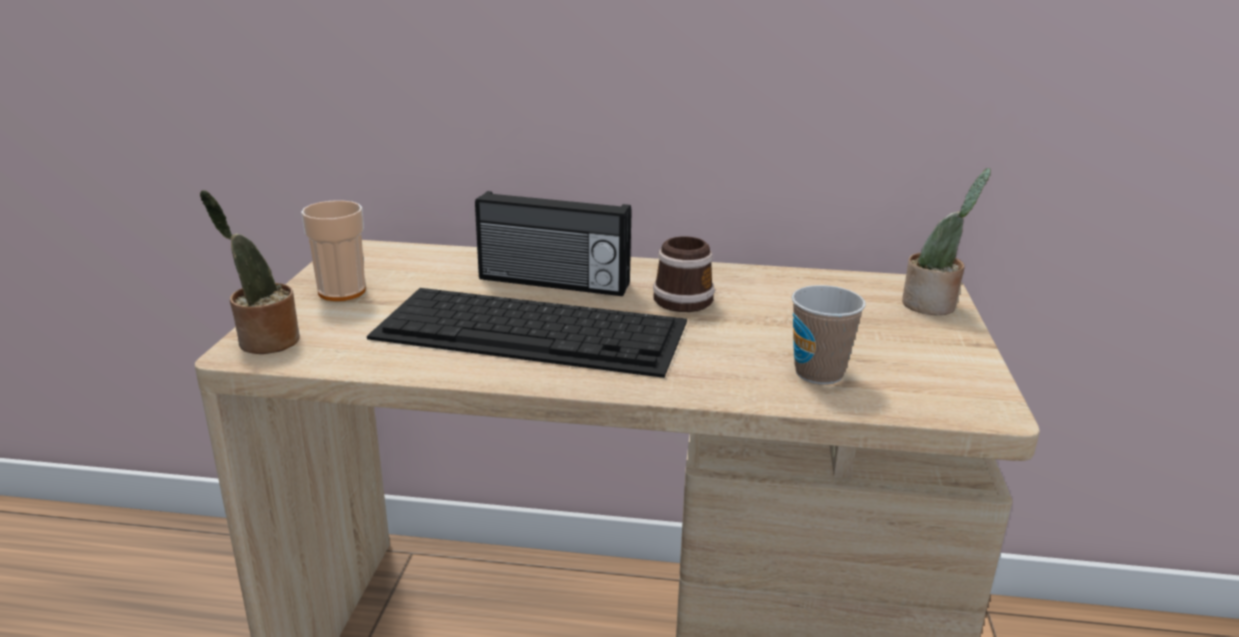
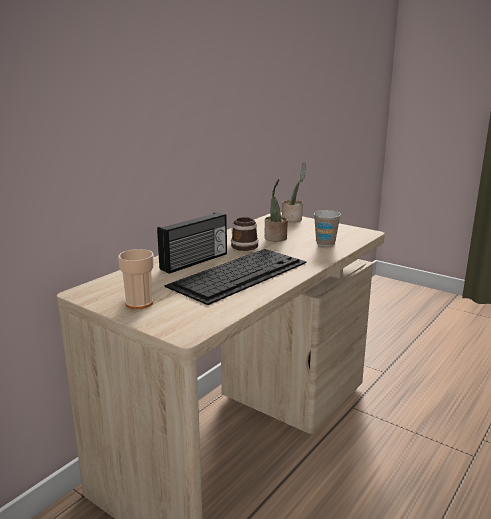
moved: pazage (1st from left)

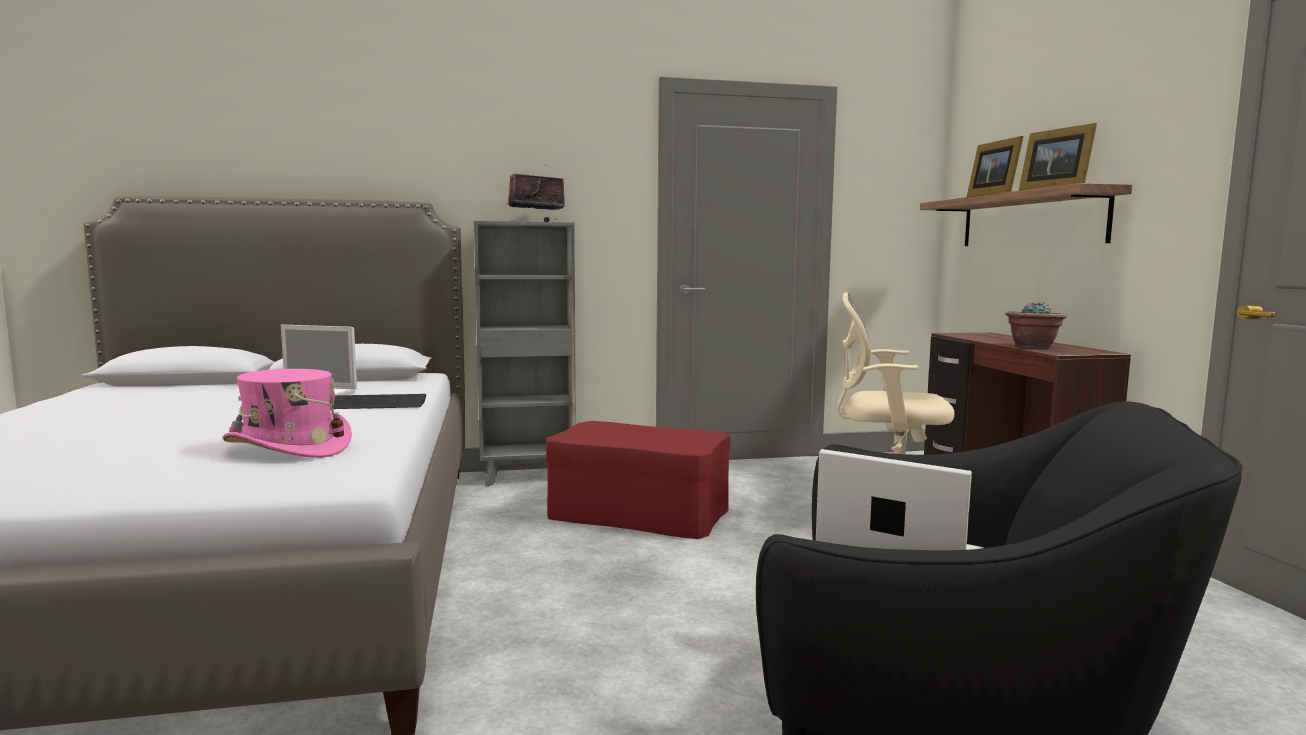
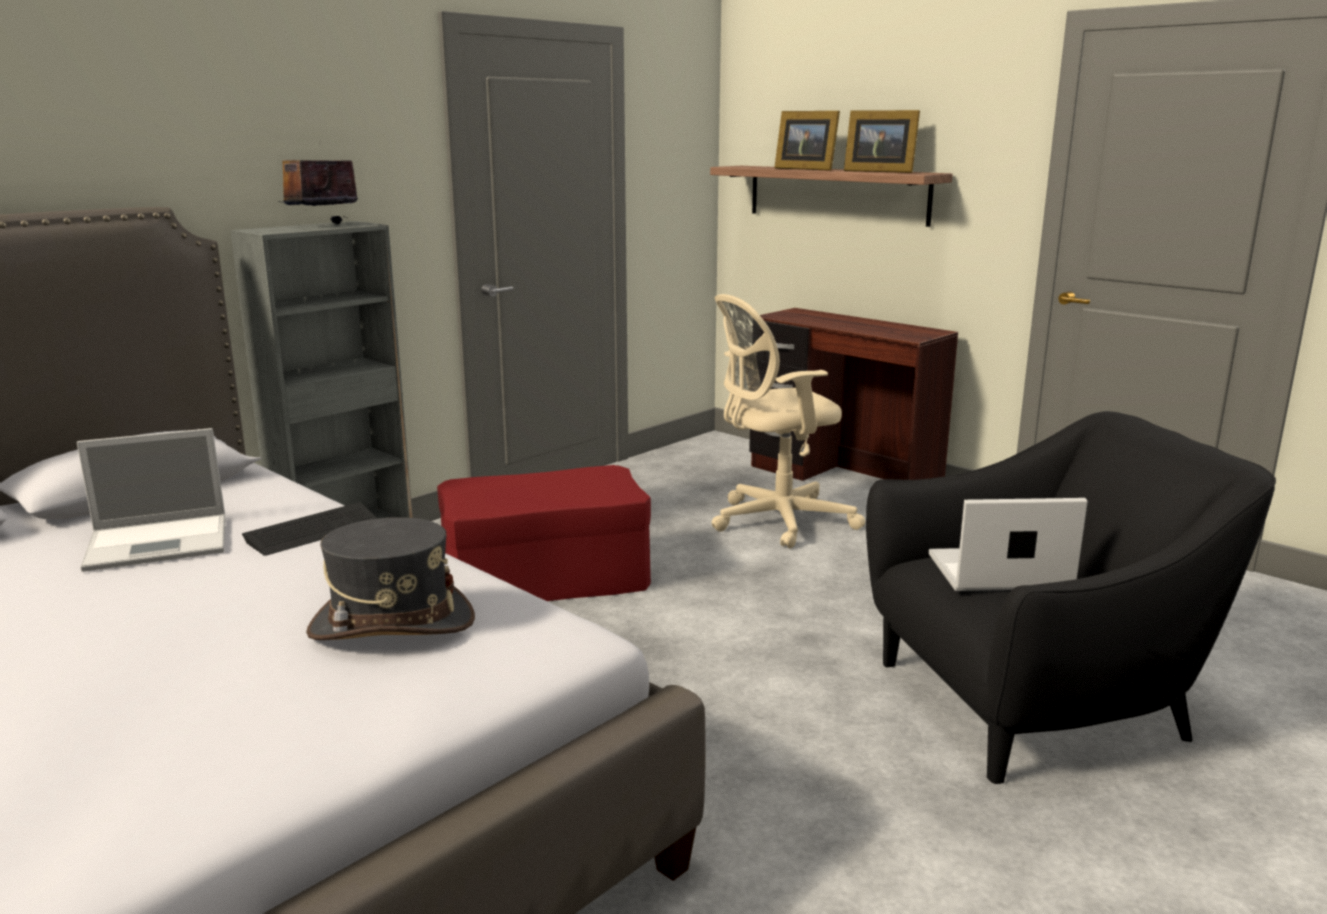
removed: pazage
recoloured: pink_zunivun to grey_zunivun

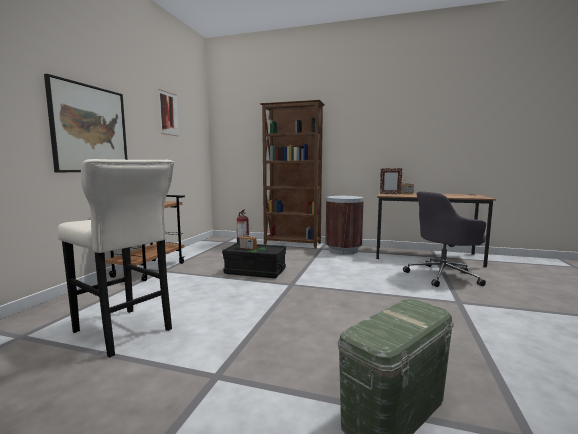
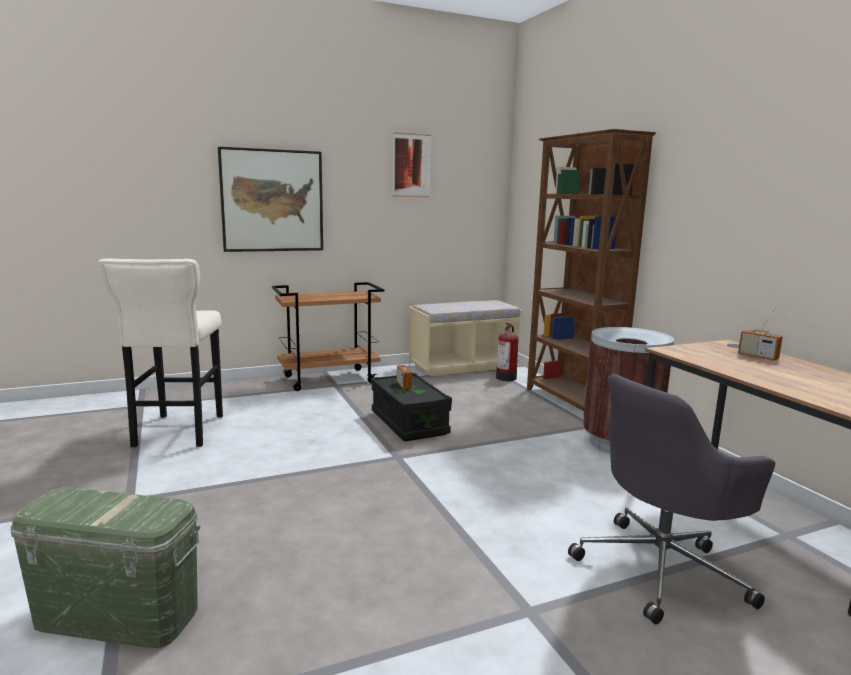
removed: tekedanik
added: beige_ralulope
turned: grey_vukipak 60 degrees counterclockwise

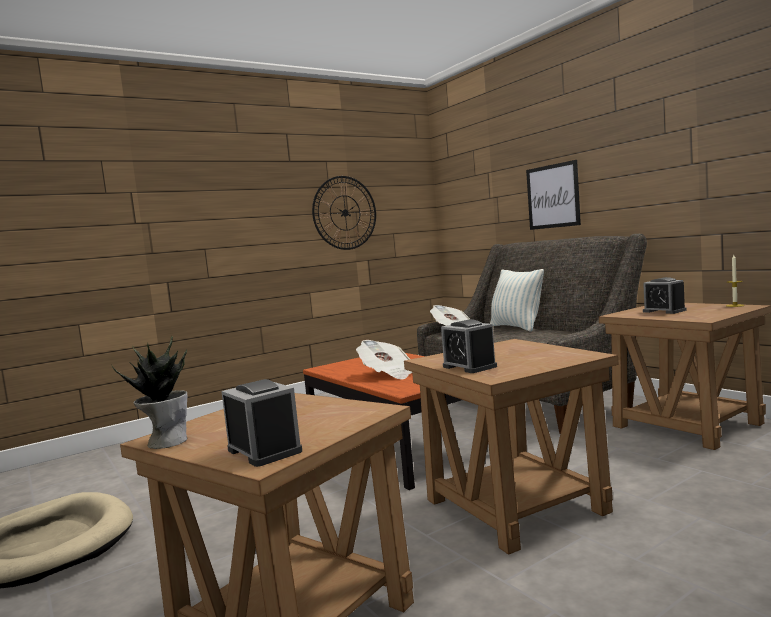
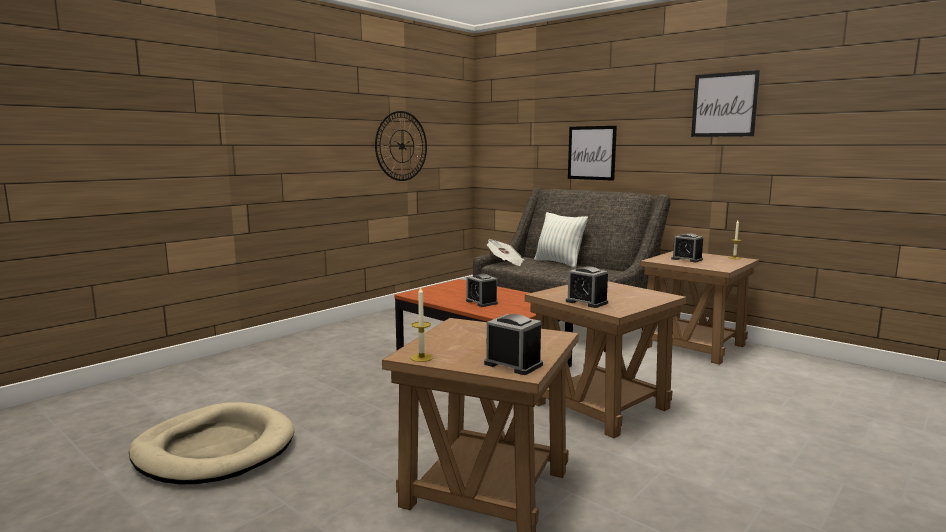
added: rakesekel (2nd from left)
replaced: pazage to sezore (1st from left); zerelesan (1st from left) to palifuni (1st from left)

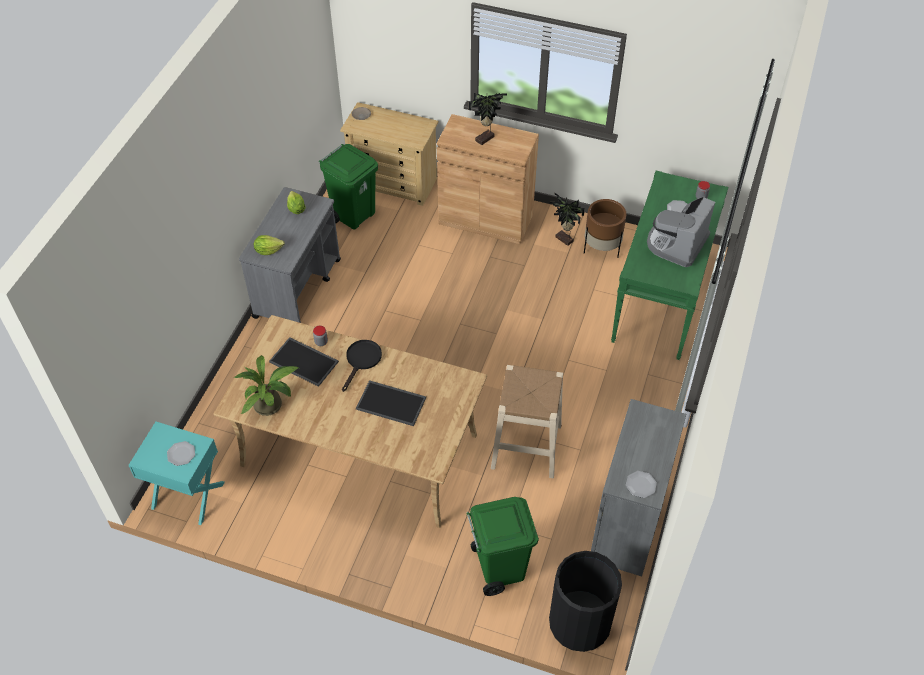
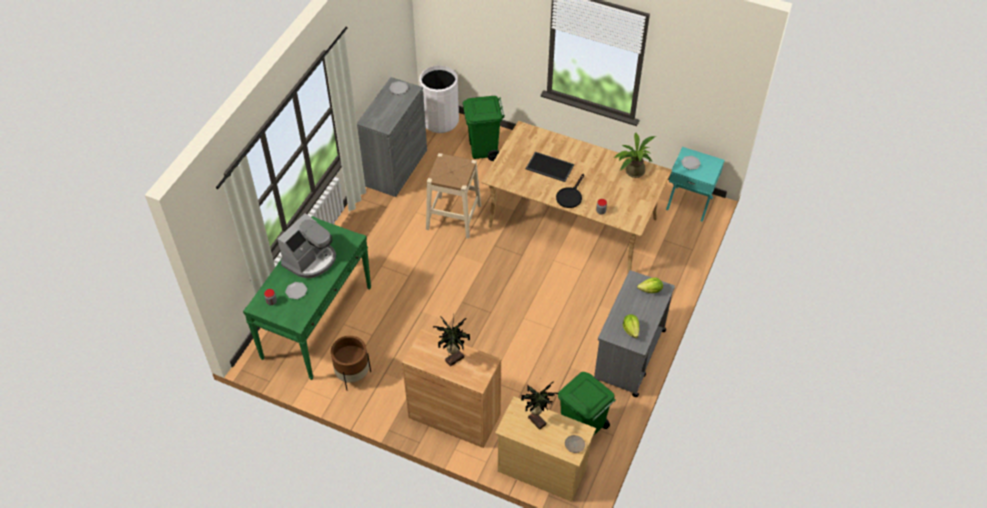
removed: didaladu (1st from left)
moved: pazage (3rd from left in the first image) to pazage (2nd from left)
recoloured: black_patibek to white_patibek

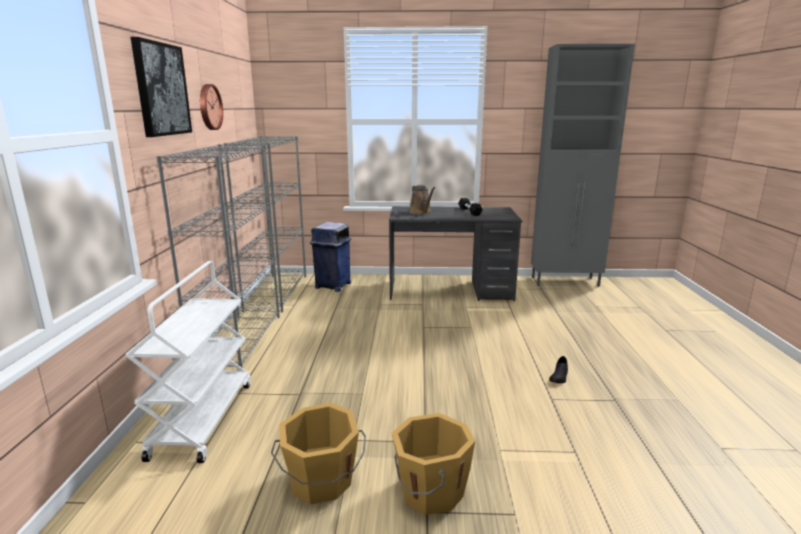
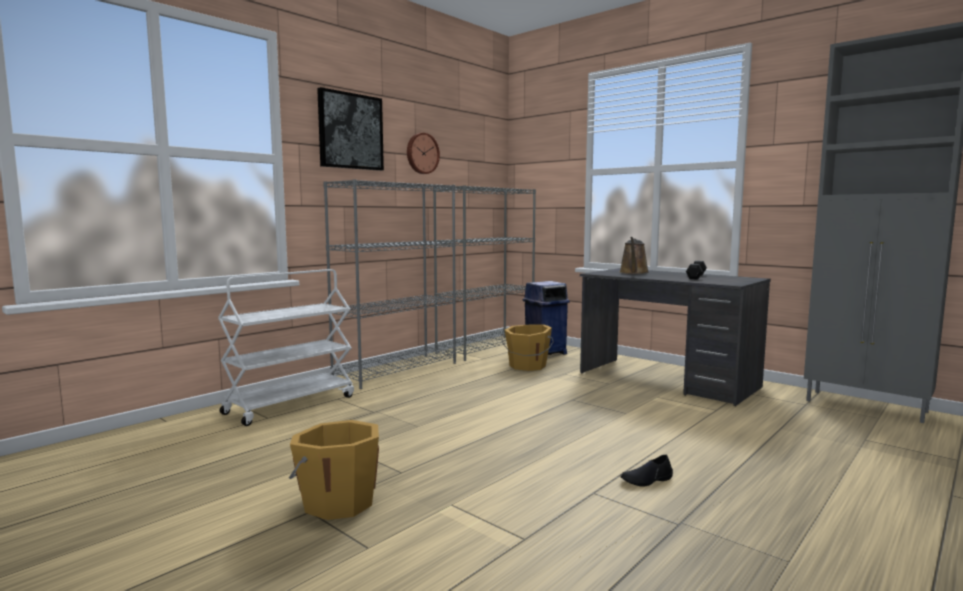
moved: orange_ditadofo (1st from left in the first image) to orange_ditadofo (2nd from left)

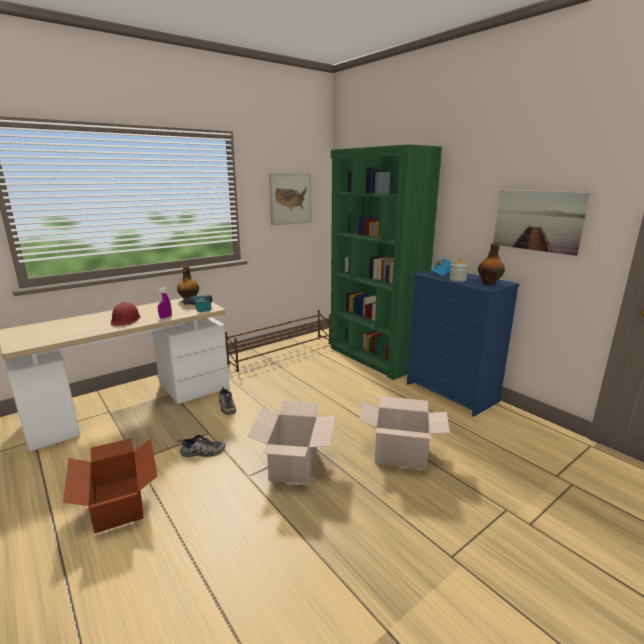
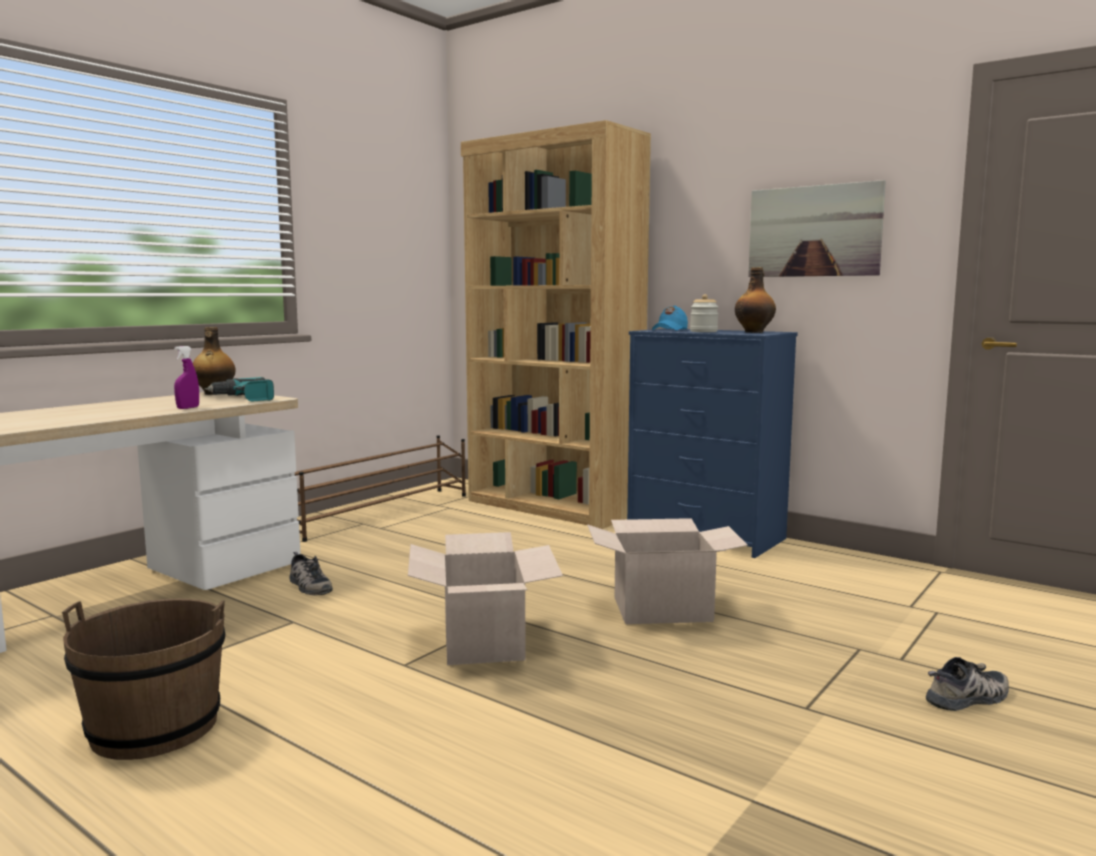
removed: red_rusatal; rakesekel (1st from left)
moved: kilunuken (1st from left in the first image) to kilunuken (2nd from left)
replaced: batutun (1st from left) to brown_ditadofo
recoloured: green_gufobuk to brown_gufobuk

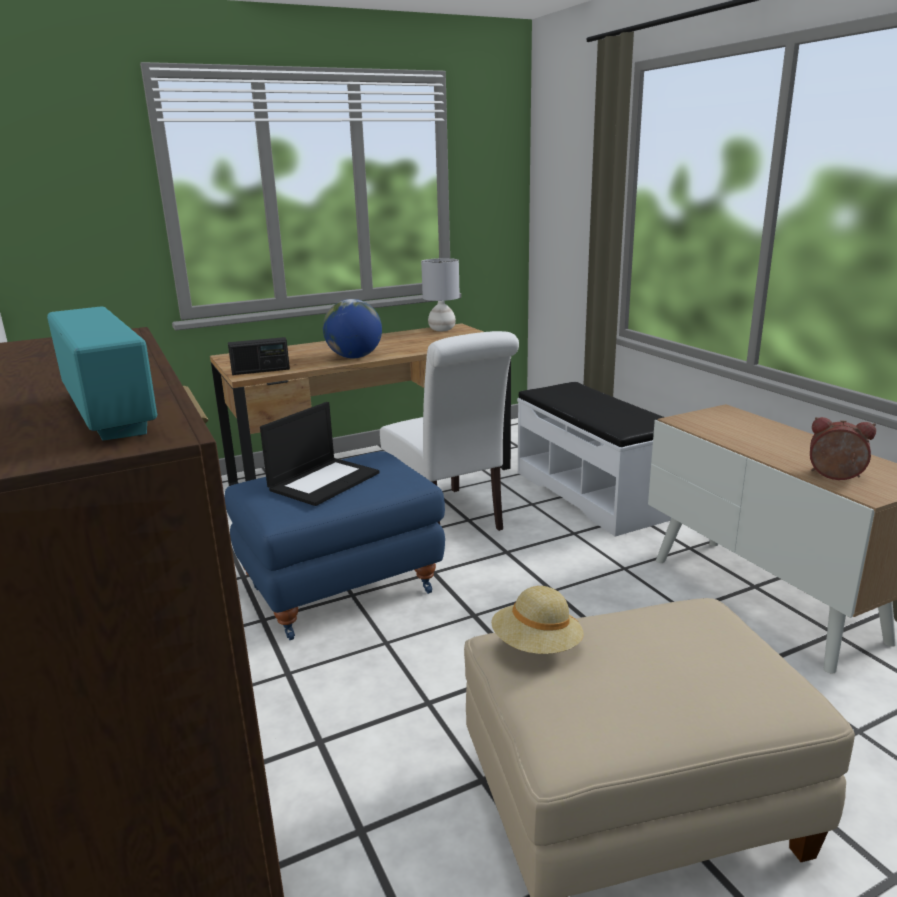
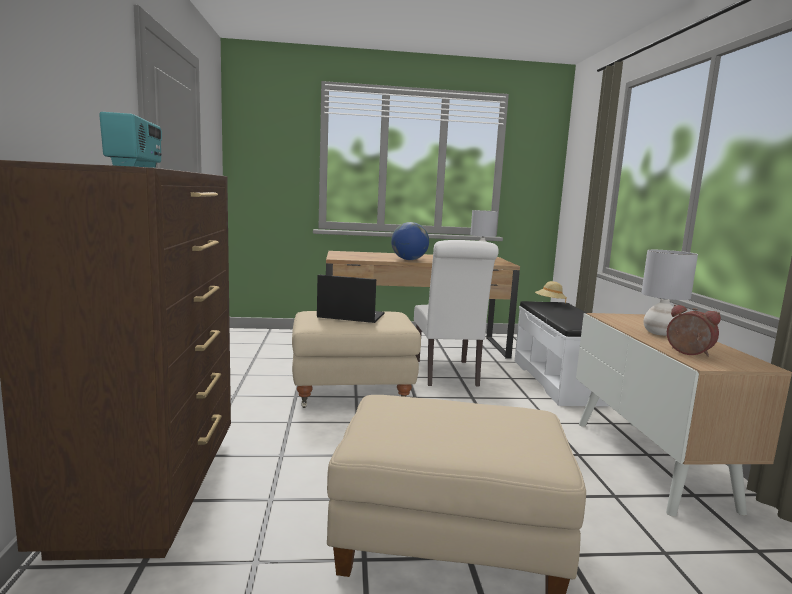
removed: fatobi (2nd from left)
added: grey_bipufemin (2nd from left)
moved: beige_zunivun
recoloured: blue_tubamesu to beige_tubamesu (1st from left)
turned: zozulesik 135 degrees counterclockwise

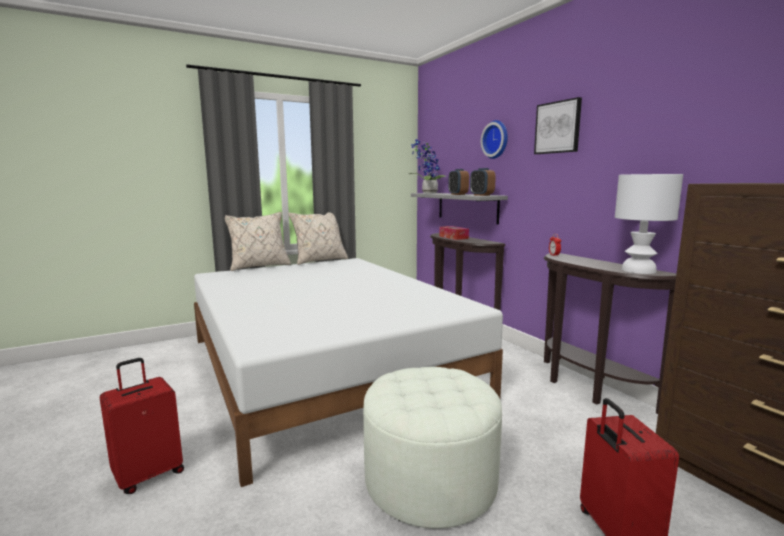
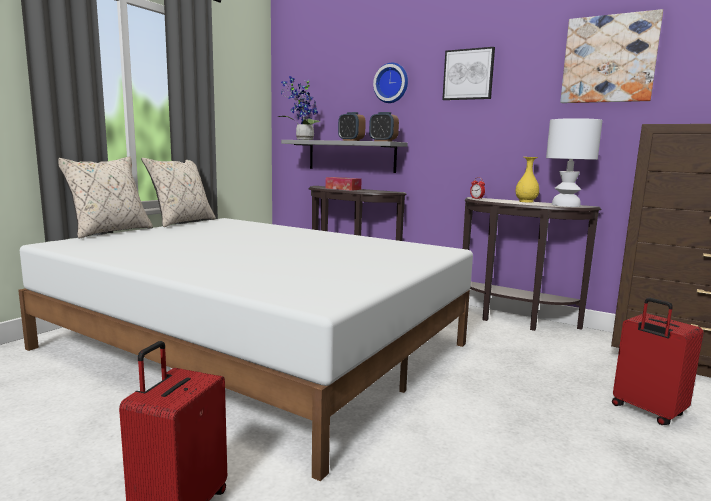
removed: white_tubamesu
added: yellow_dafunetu; rakesekel (2nd from left)

